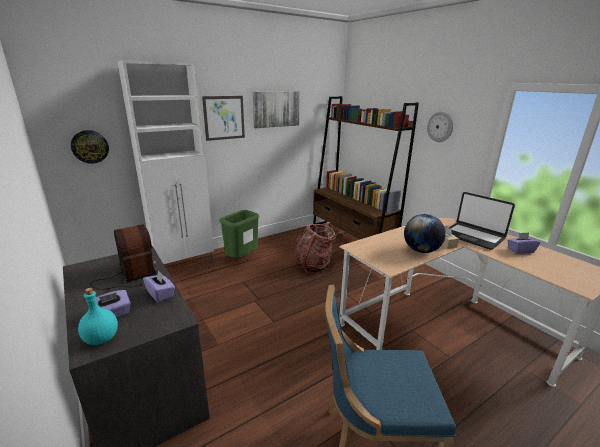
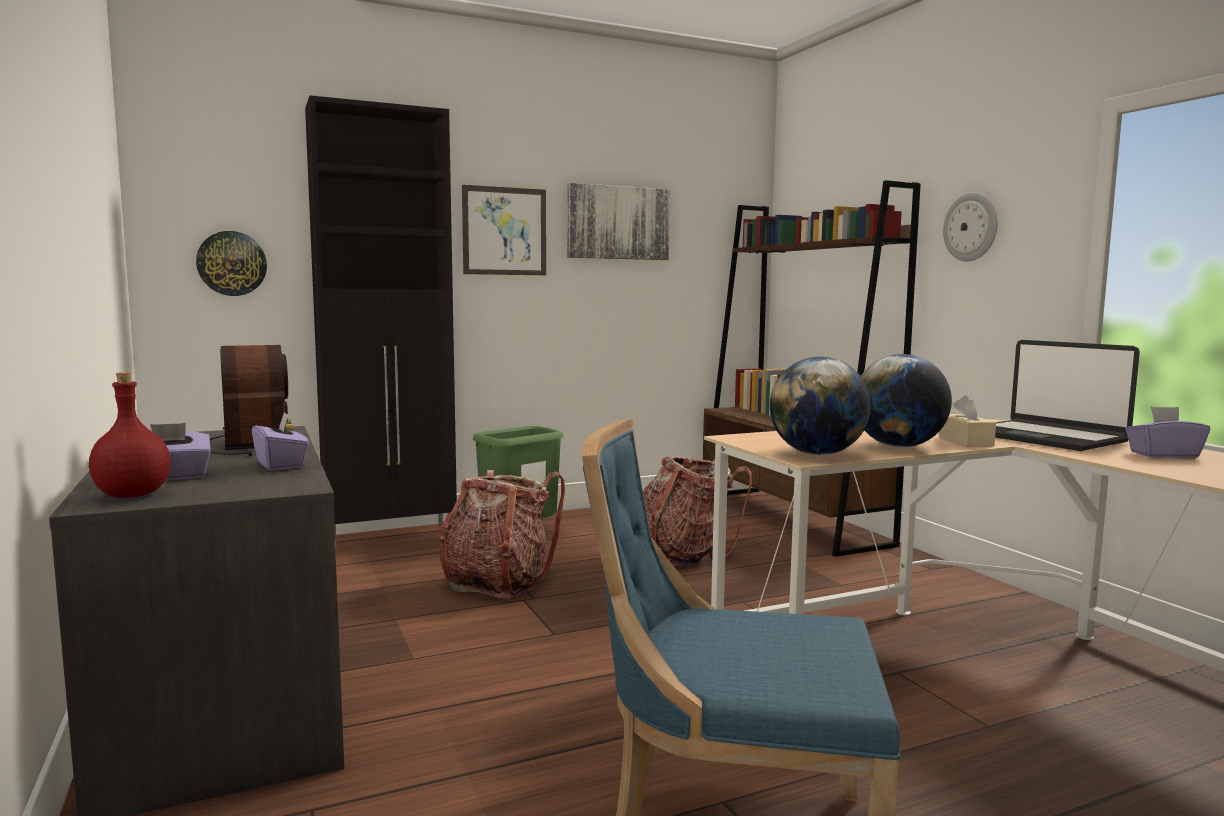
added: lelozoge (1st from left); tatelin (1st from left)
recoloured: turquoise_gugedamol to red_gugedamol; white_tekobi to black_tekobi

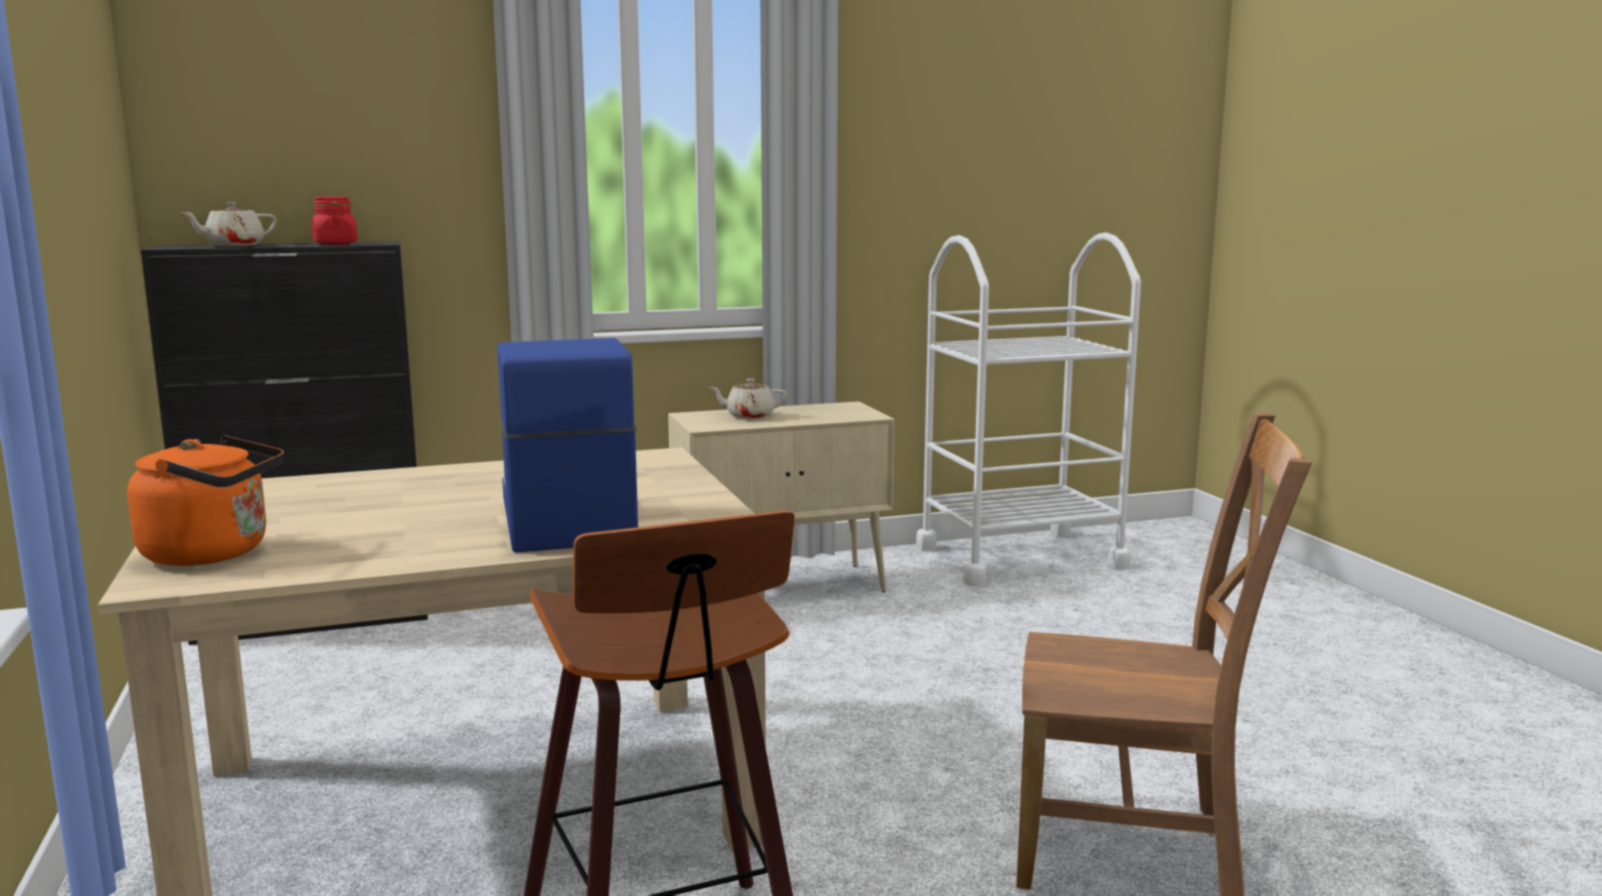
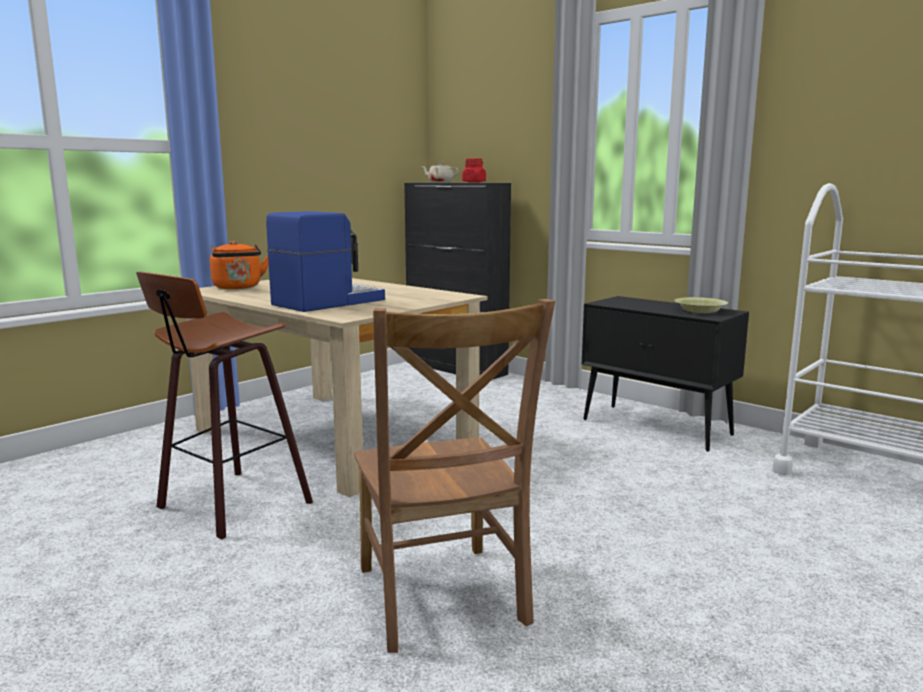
removed: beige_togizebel (2nd from left)
added: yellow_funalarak
recoloured: beige_tekobi to black_tekobi (2nd from left)

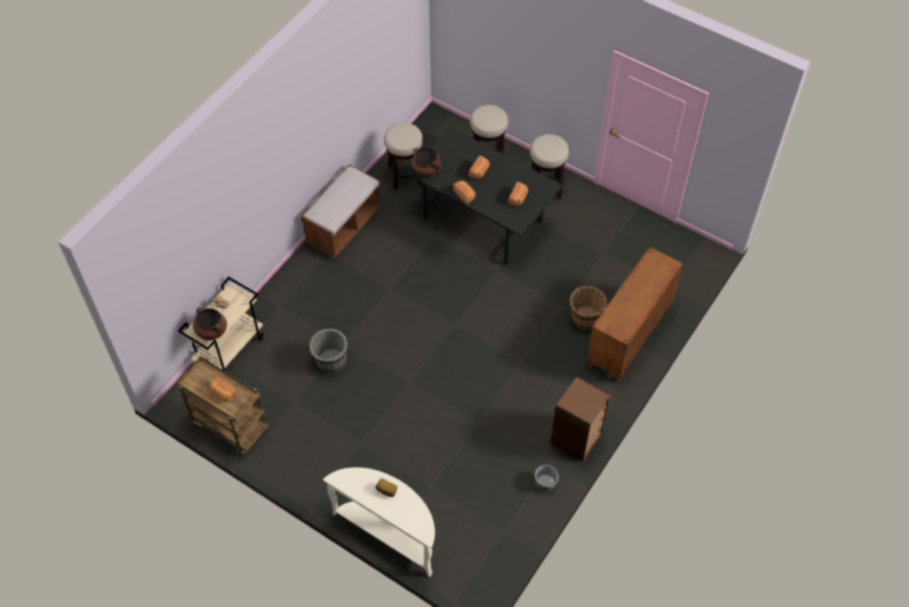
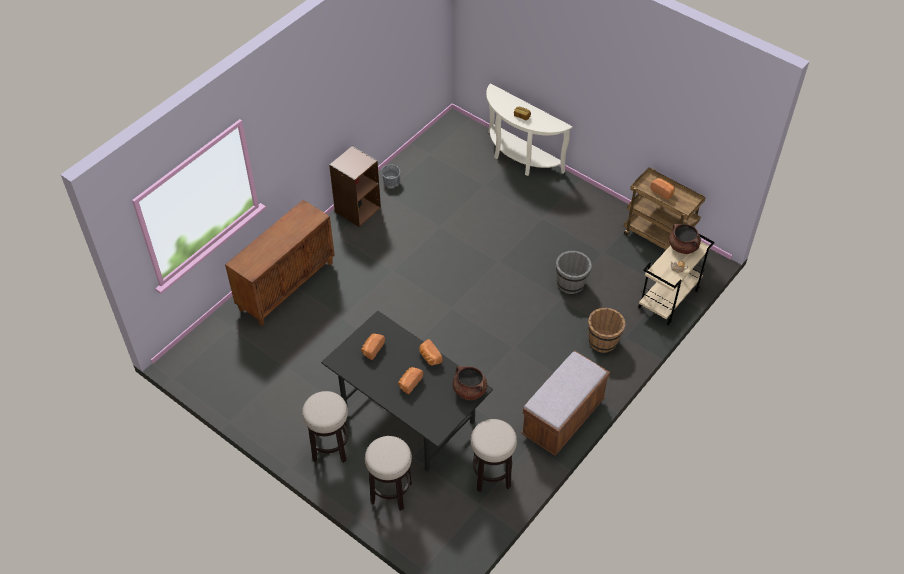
moved: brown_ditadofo

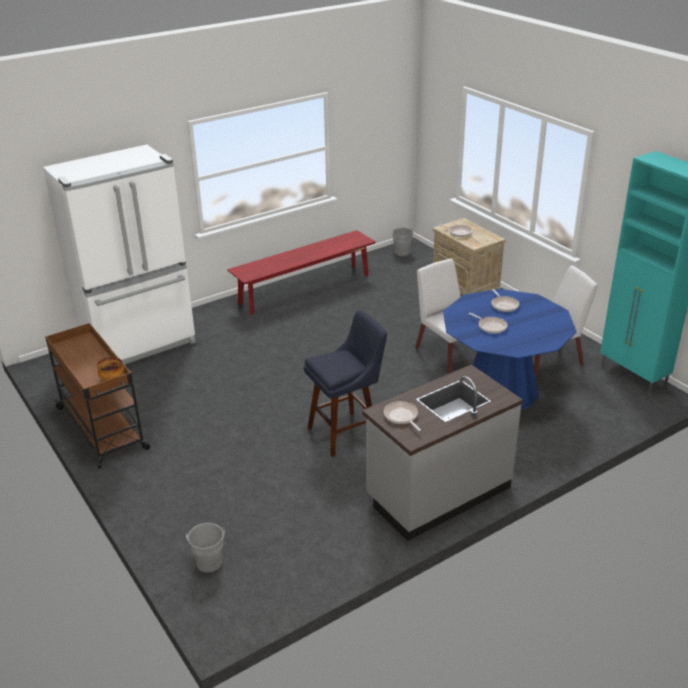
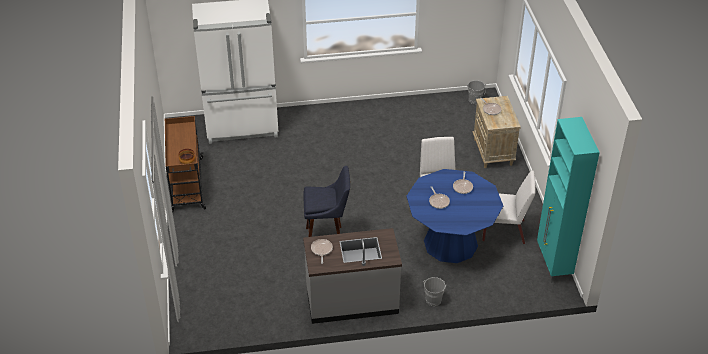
removed: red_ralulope
moved: grey_ditadofo (1st from left)

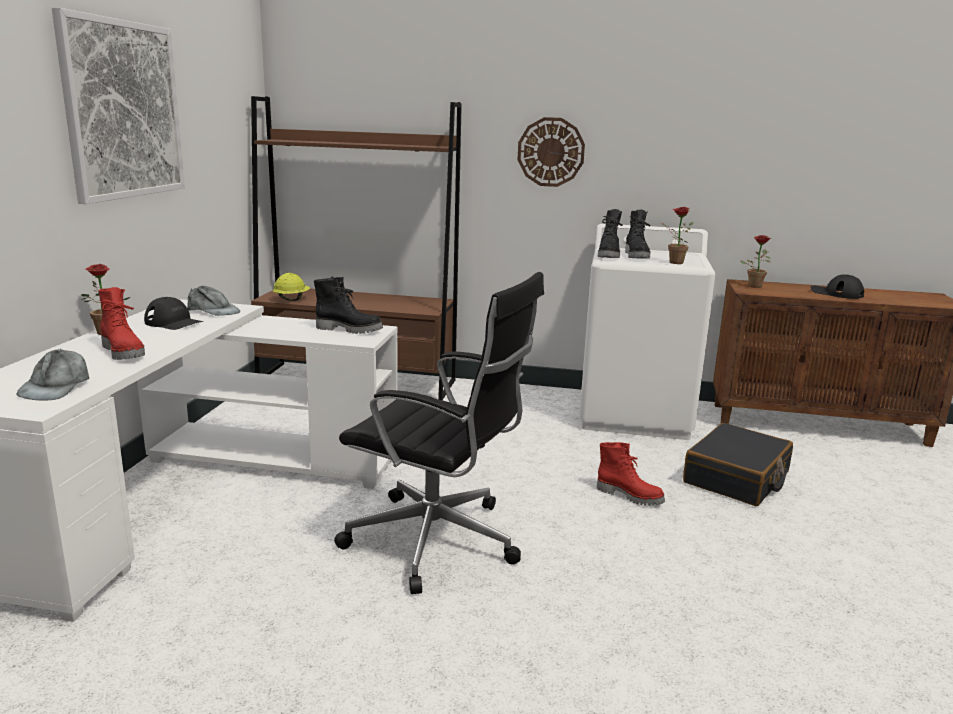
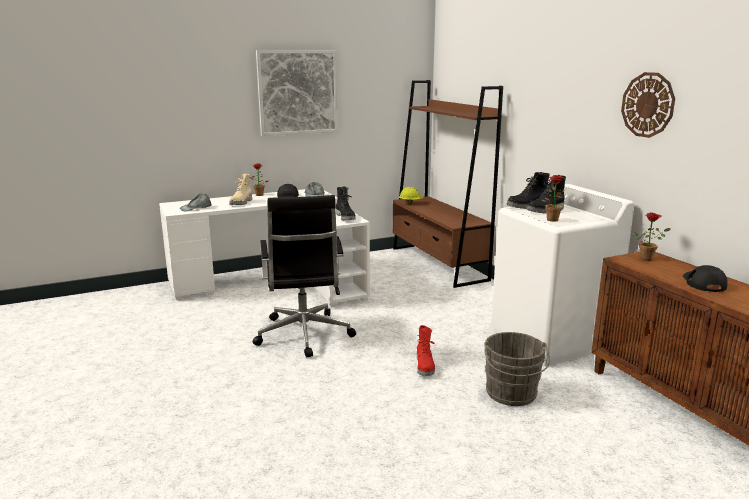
moved: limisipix
replaced: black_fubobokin to grey_ditadofo
recoloured: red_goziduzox (1st from left) to beige_goziduzox

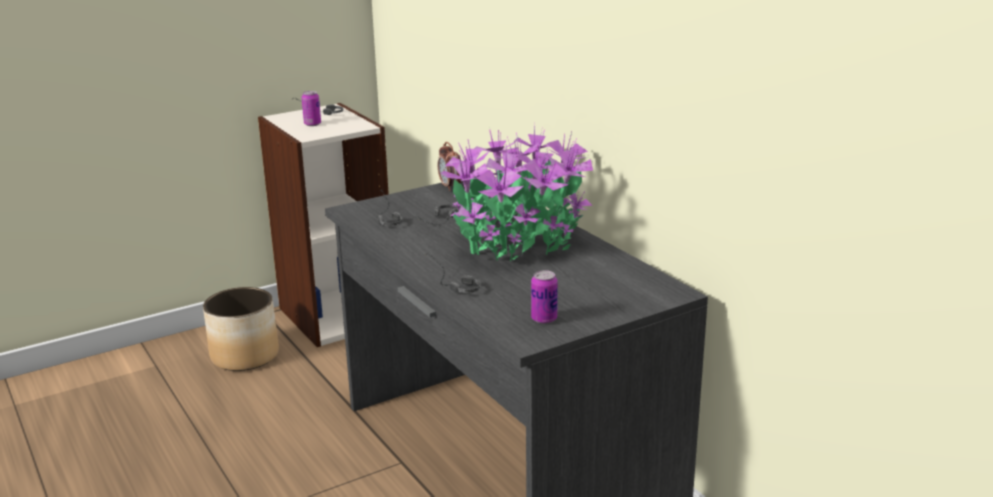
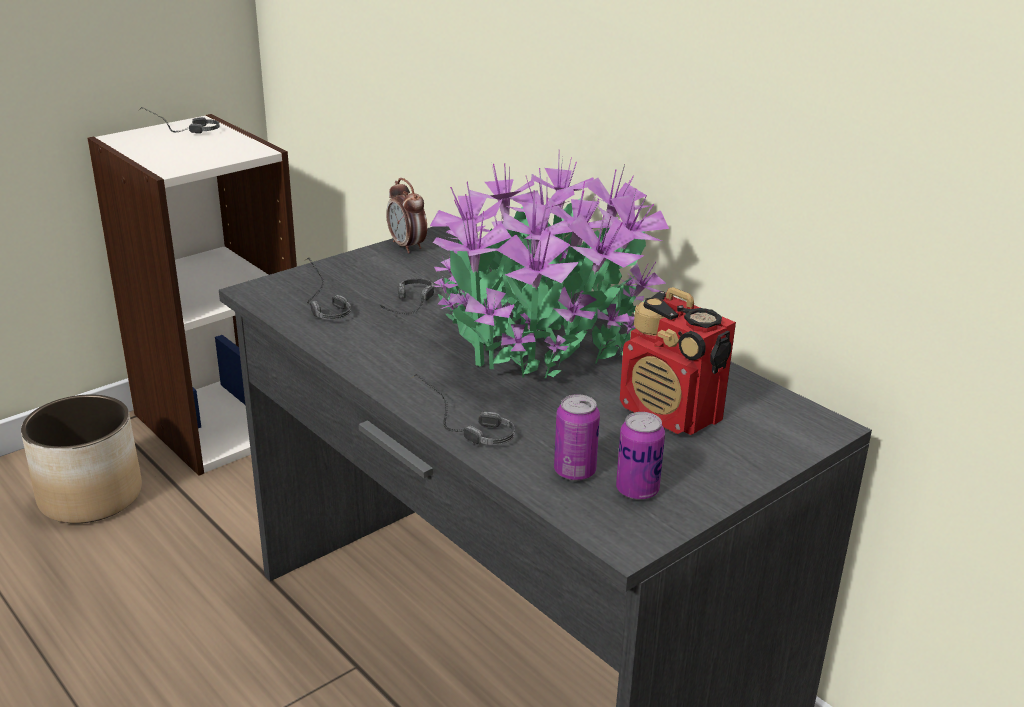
added: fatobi
moved: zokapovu (1st from left)

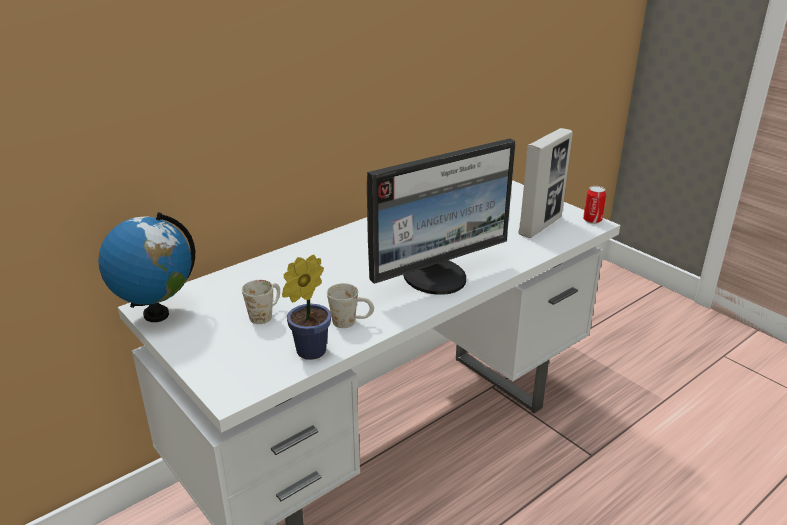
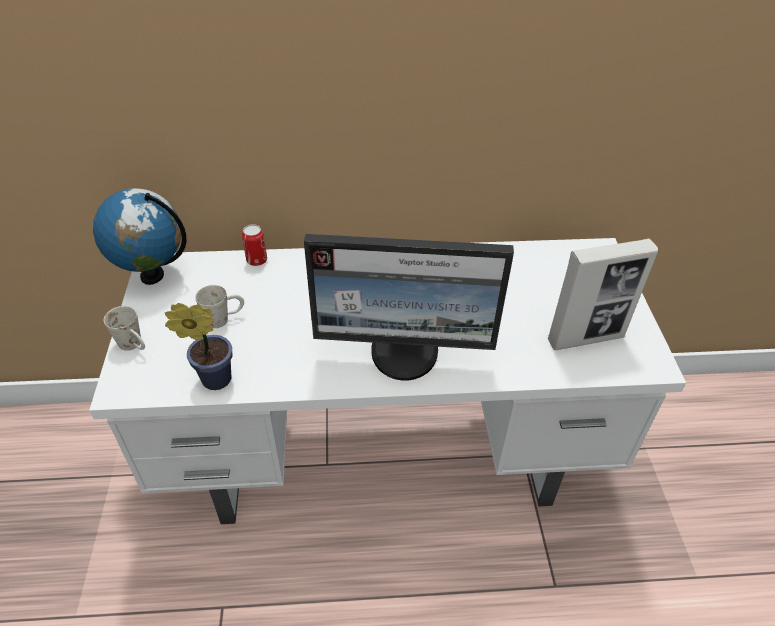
moved: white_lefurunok (2nd from left in the first image) to white_lefurunok (1st from left); zokapovu

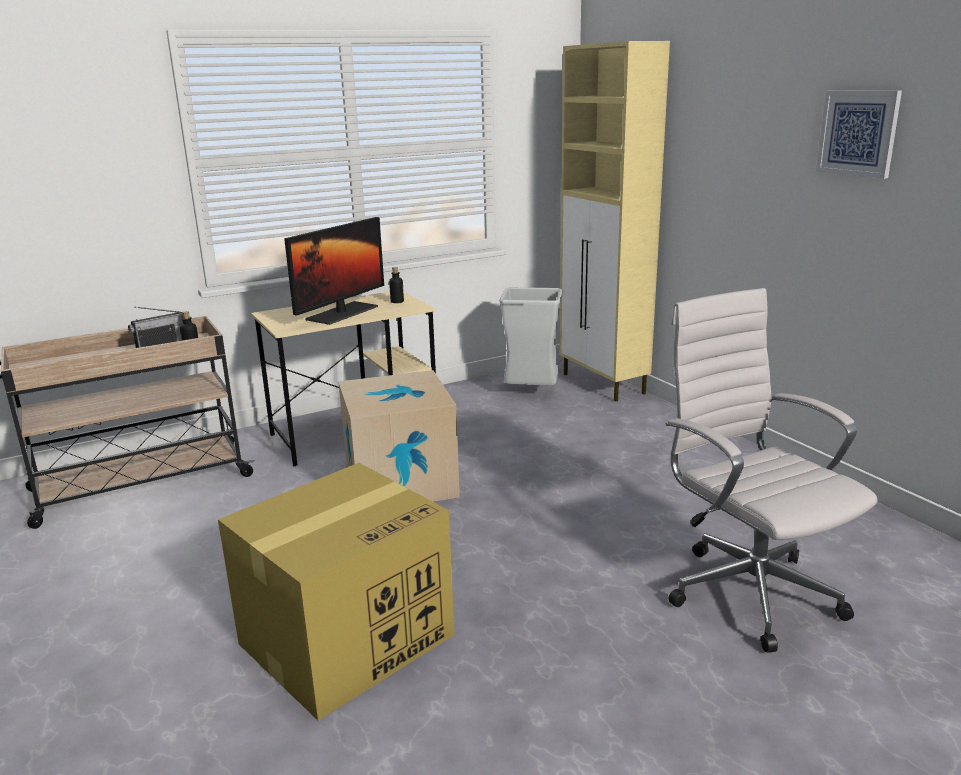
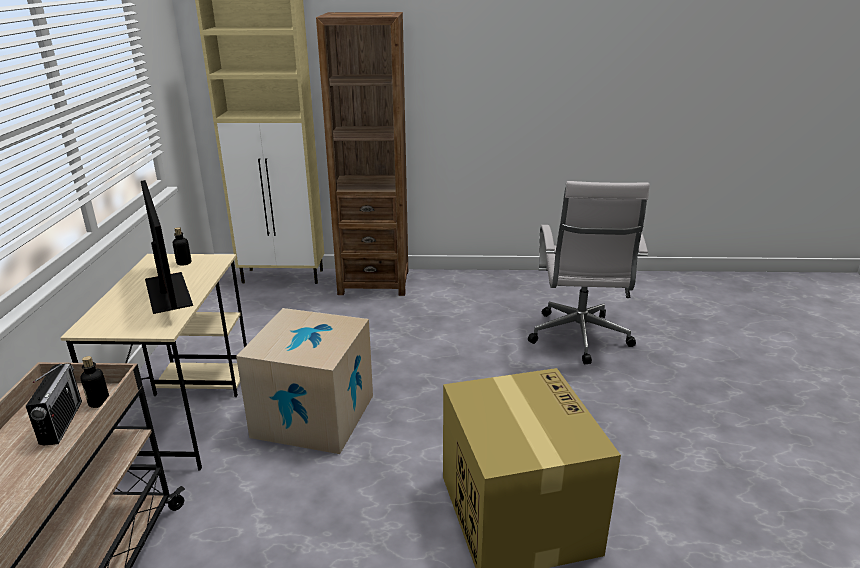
removed: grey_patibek; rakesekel
added: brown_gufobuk
turned: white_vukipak 90 degrees counterclockwise

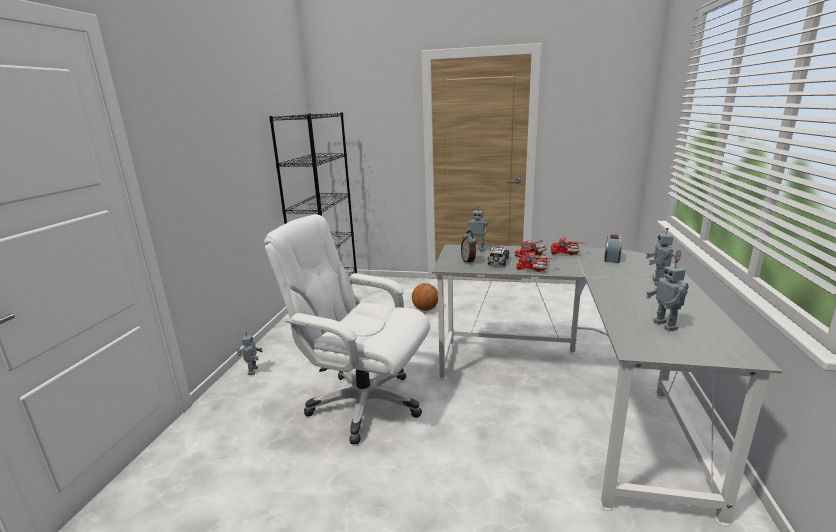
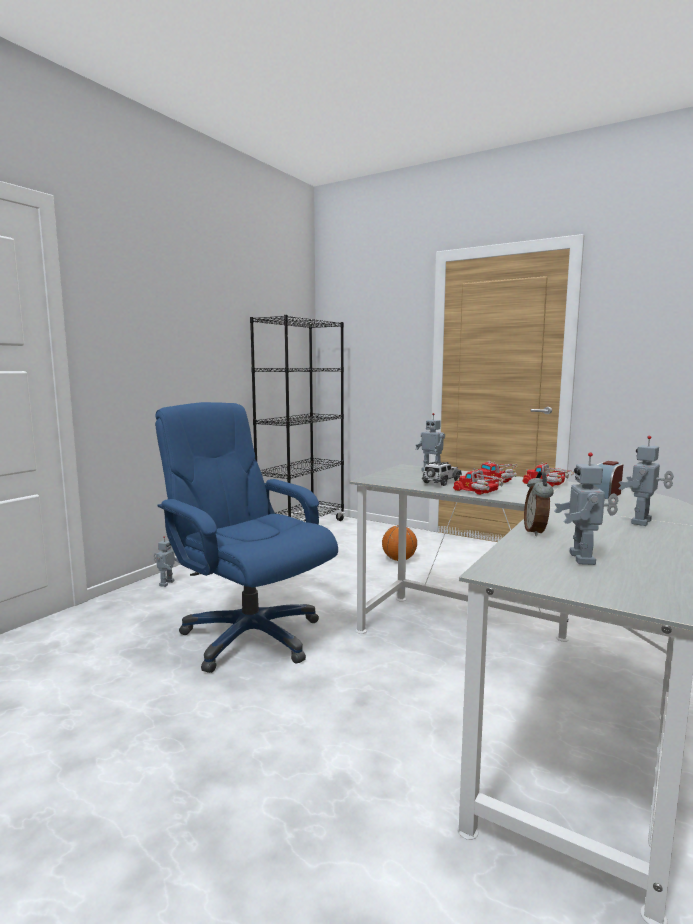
moved: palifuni (1st from left)
recoloured: white_vukipak to blue_vukipak

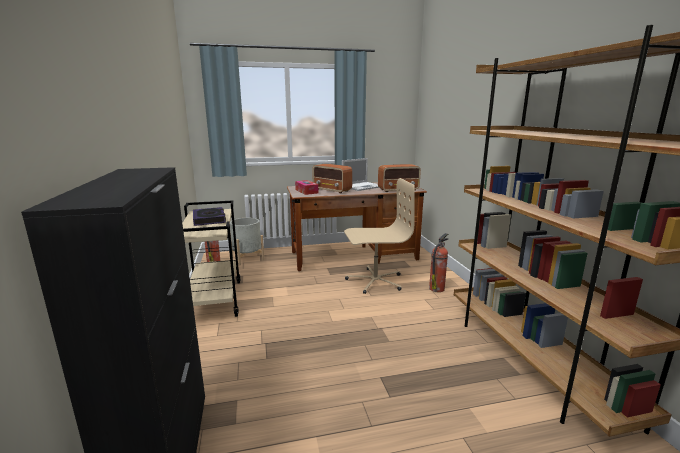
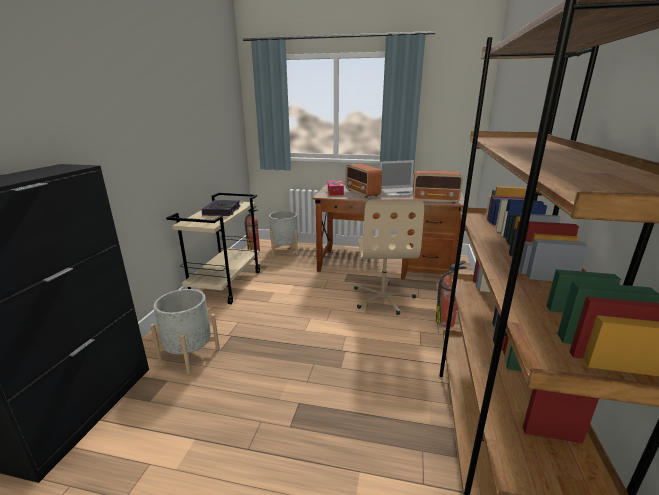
added: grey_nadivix (1st from left)
turned: beige_vukipak 75 degrees clockwise

